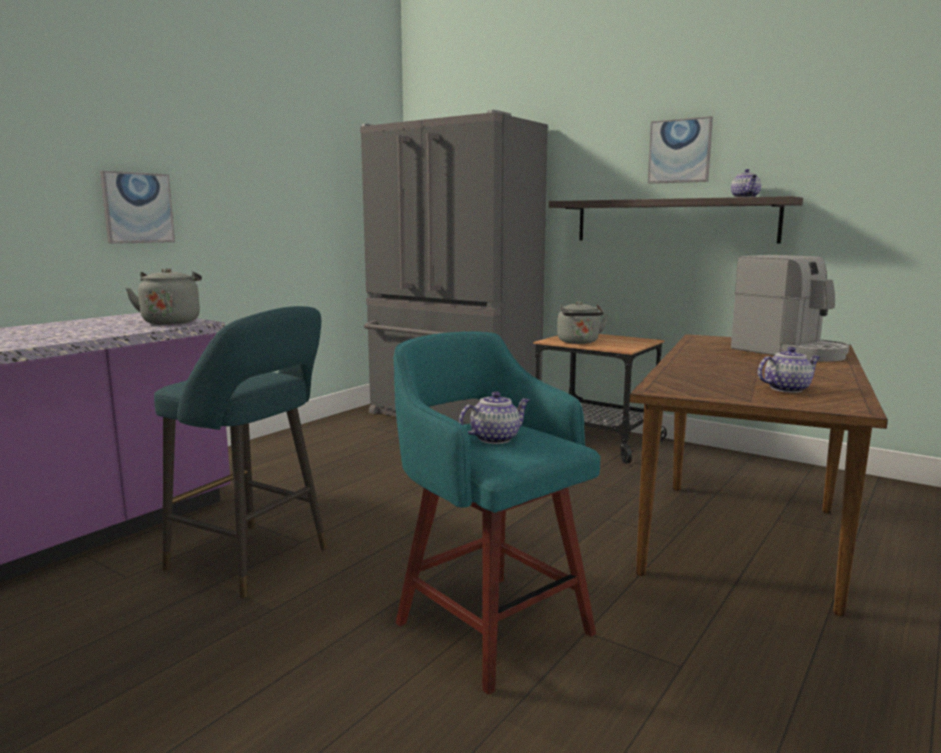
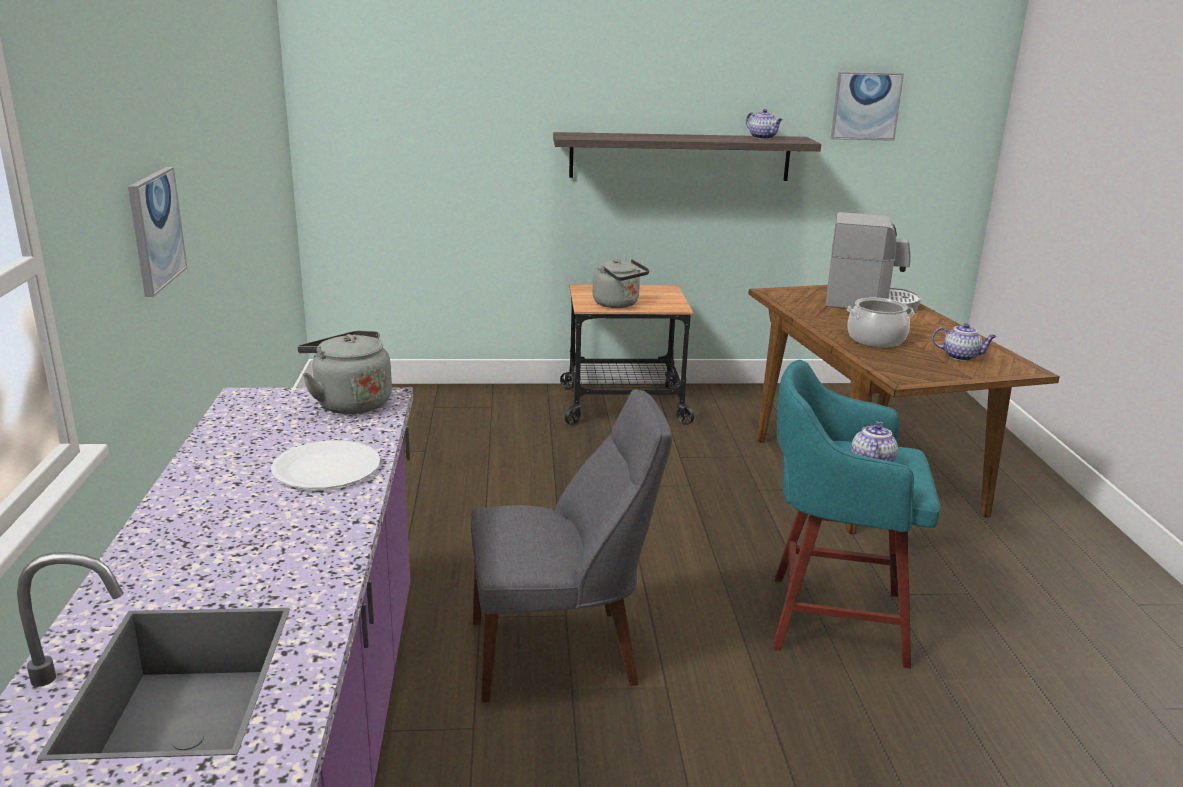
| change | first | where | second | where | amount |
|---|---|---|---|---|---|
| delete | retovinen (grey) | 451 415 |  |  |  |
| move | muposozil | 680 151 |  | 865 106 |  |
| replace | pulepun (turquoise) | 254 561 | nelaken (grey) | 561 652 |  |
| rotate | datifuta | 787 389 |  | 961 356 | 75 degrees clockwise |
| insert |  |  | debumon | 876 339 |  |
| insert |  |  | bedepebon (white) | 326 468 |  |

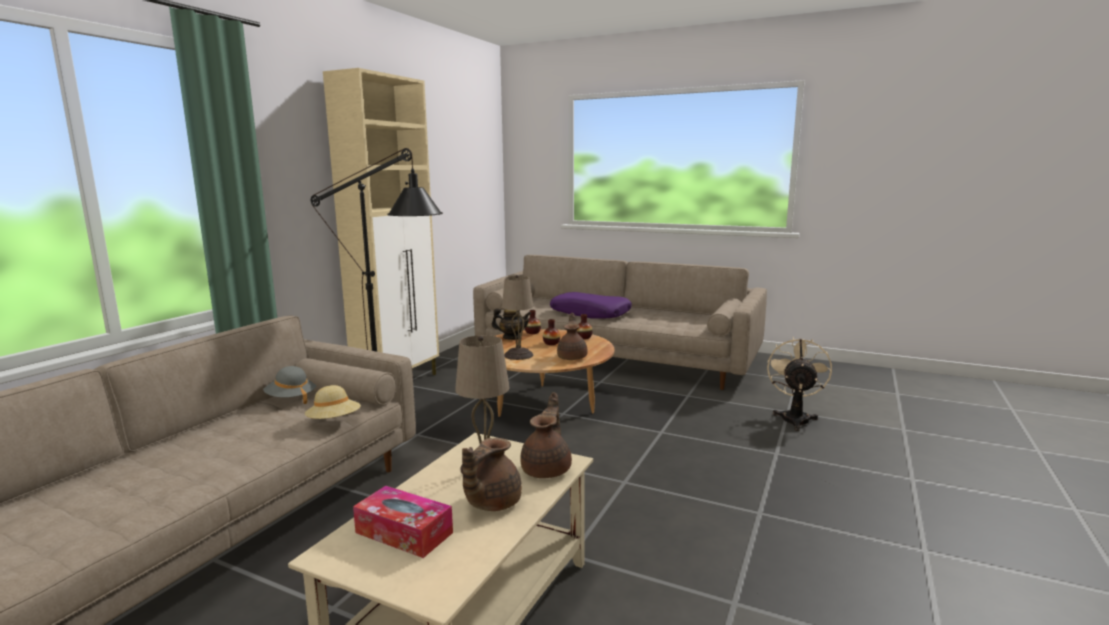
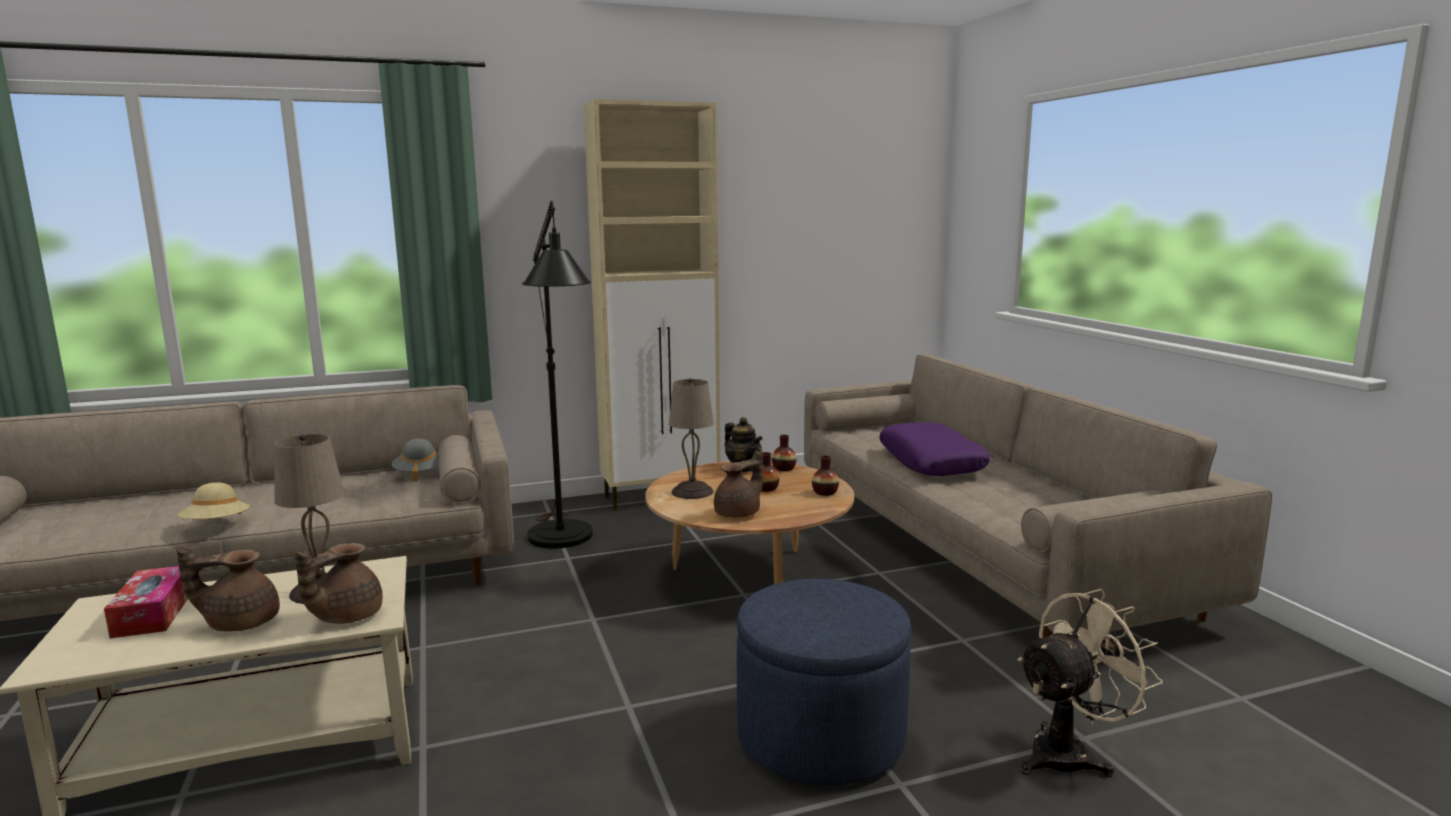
| change | first | where | second | where | amount |
|---|---|---|---|---|---|
| move | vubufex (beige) | 334 422 |  | 216 525 |  |
| rotate | datifuta (brown) | 547 469 |  | 345 616 | 150 degrees clockwise |
| insert |  |  | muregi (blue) | 820 736 |  |

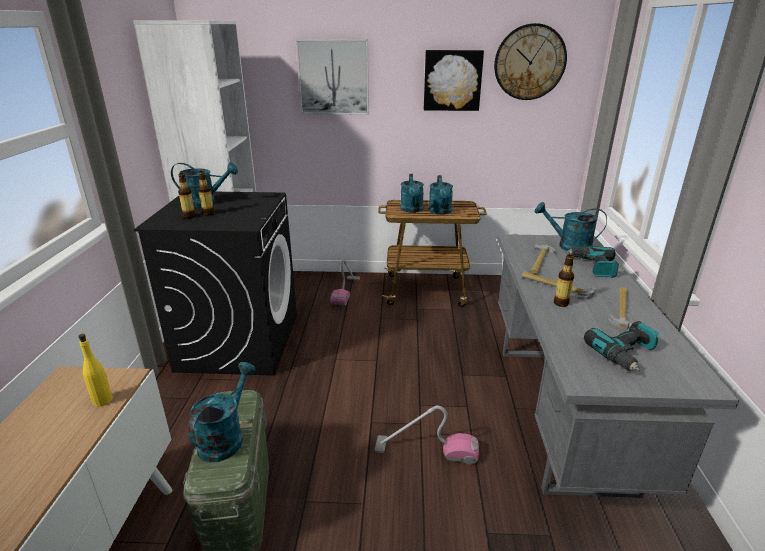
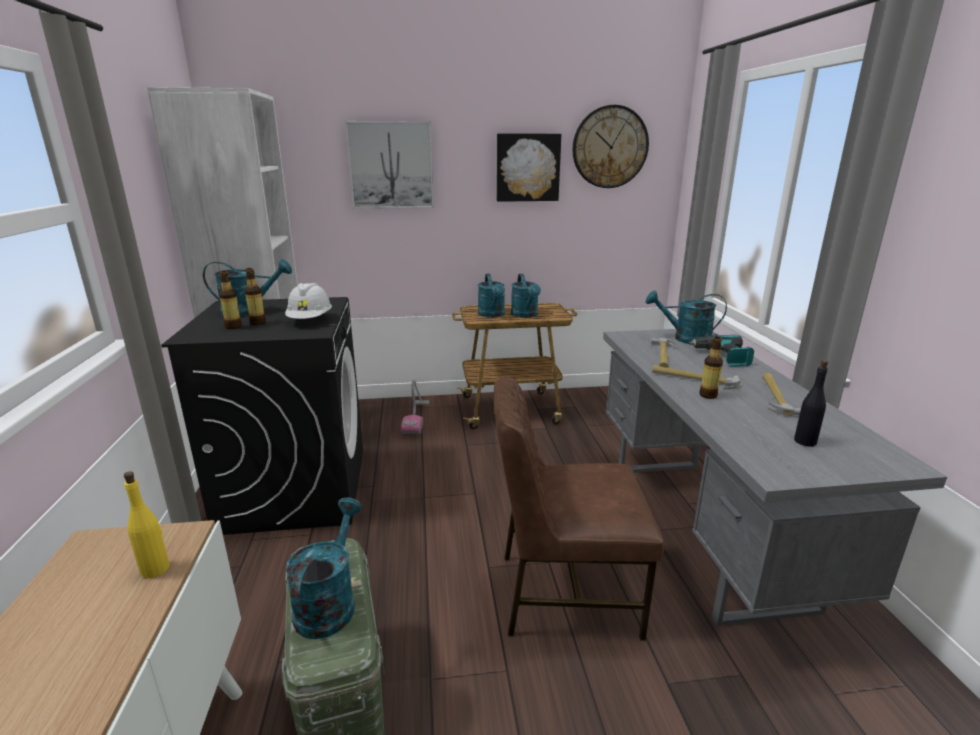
| change | first | where | second | where | amount |
|---|---|---|---|---|---|
| replace | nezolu | 625 354 | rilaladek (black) | 805 441 |  |
| replace | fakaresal | 426 450 | nelaken (brown) | 565 592 |  |
| insert |  |  | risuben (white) | 310 320 |  |

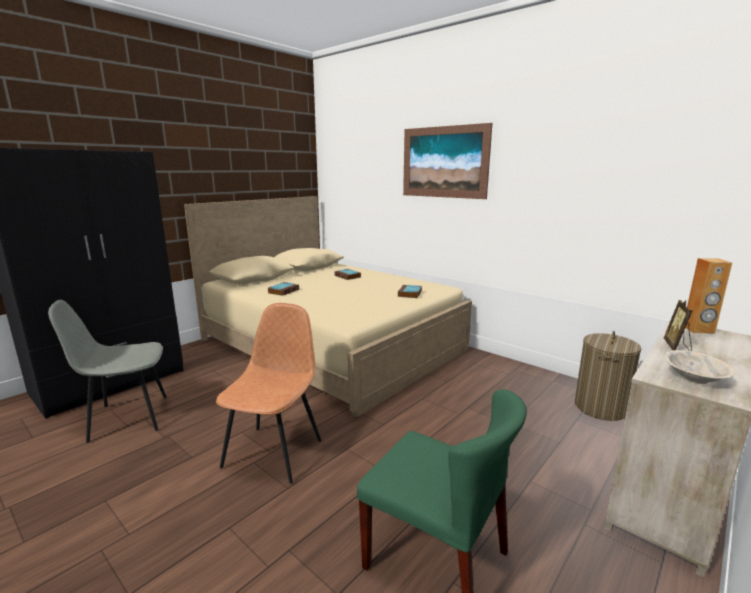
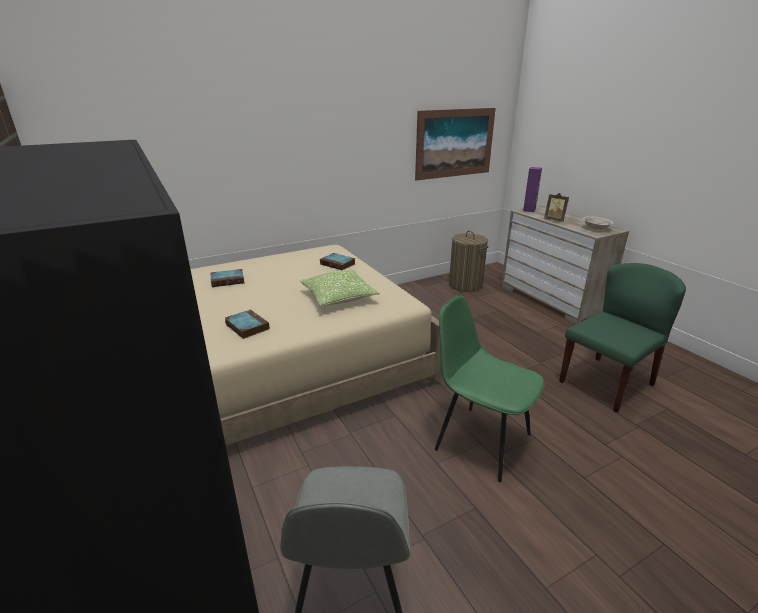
| change | first | where | second | where | amount |
|---|---|---|---|---|---|
| move | muposozil | 444 162 |  | 455 143 |  |
| recolor | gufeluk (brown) | 698 330 | gufeluk (purple) | 529 210 |  |
| recolor | nelaken (brown) | 274 452 | nelaken (green) | 480 440 |  |
| insert |  |  | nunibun | 338 297 |  |

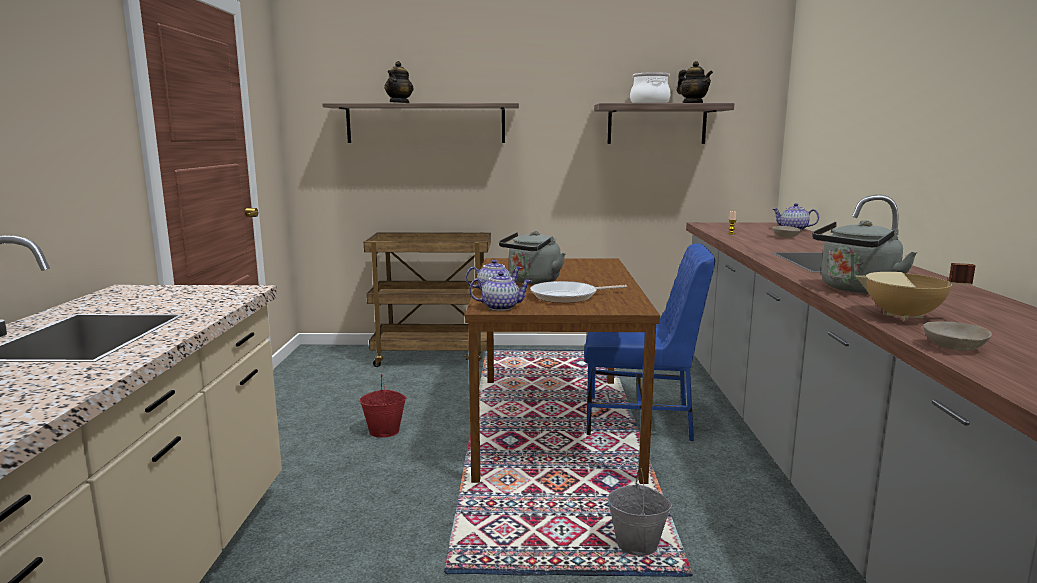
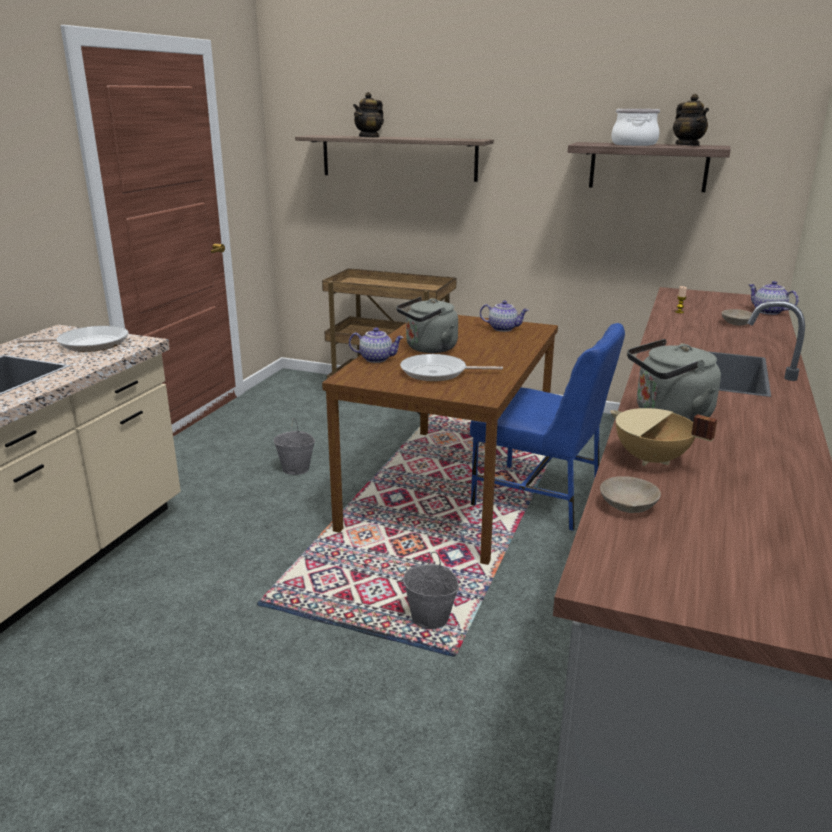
| change | first | where | second | where | amount |
|---|---|---|---|---|---|
| move | datifuta | 501 307 |  | 503 328 |  |
| recolor | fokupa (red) | 385 431 | fokupa (grey) | 296 469 |  |
| insert |  |  | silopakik | 89 344 |  |

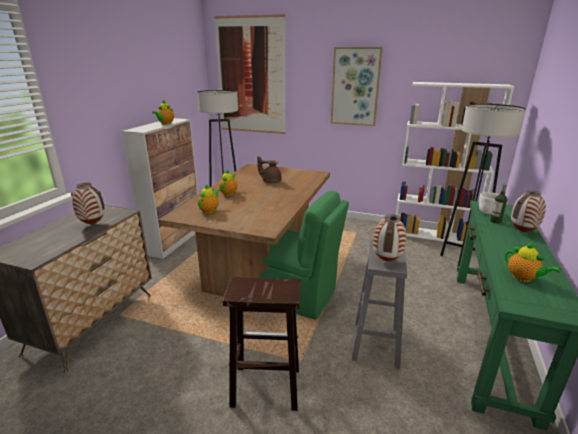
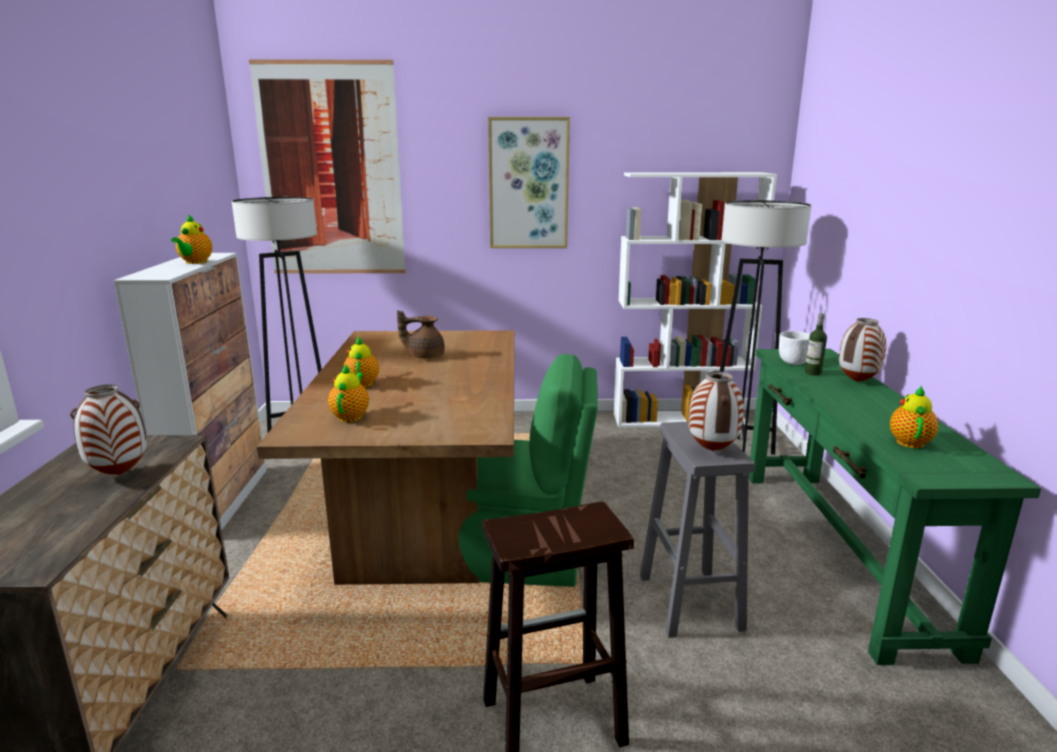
| change | first | where | second | where | amount |
|---|---|---|---|---|---|
| rotate | datifuta | 523 278 |  | 909 441 | 105 degrees counterclockwise |

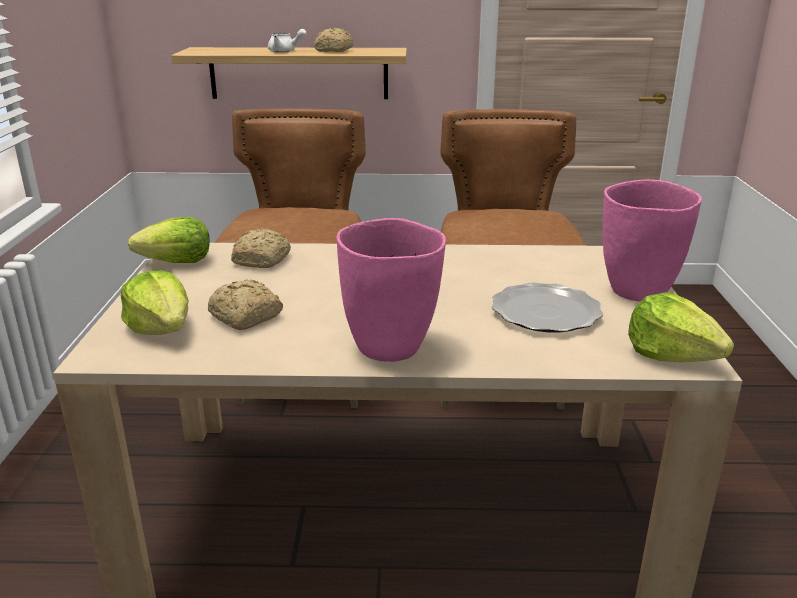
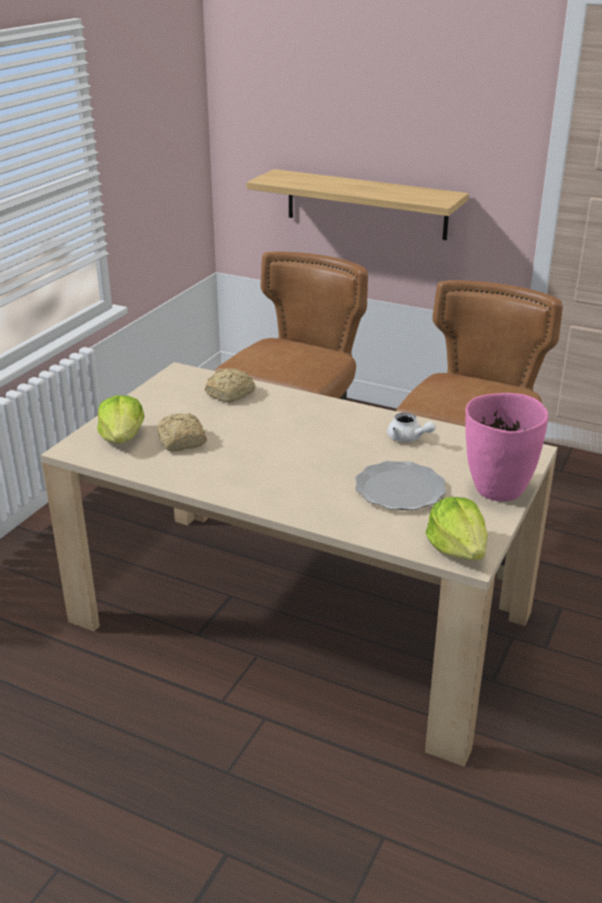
| change | first | where | second | where | amount |
|---|---|---|---|---|---|
| delete | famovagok | 333 50 |  |  |  |
| move | datifuta (white) | 285 51 |  | 408 438 |  |
| delete | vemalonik | 177 262 |  |  |  |
| delete | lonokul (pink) | 391 347 |  |  |  |

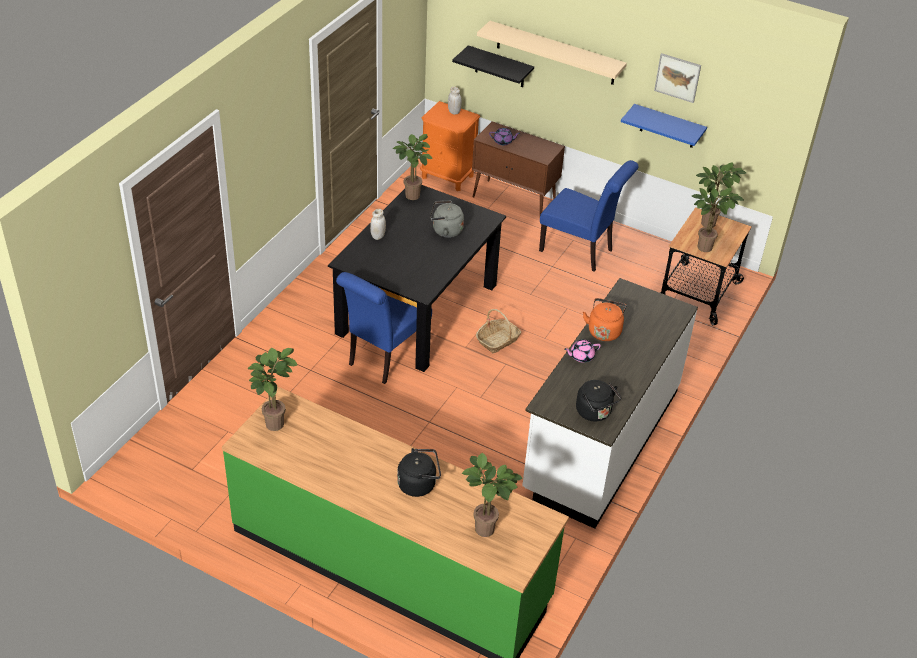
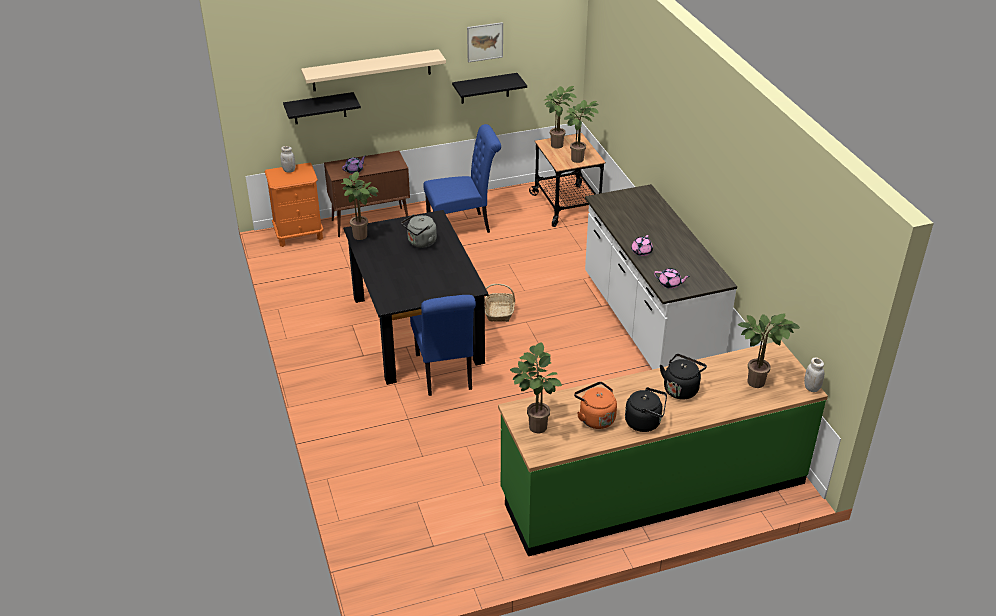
| change | first | where | second | where | amount |
|---|---|---|---|---|---|
| recolor | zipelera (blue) | 668 127 | zipelera (black) | 485 88 |  |
| move | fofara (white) | 378 236 |  | 811 388 |  |
| move | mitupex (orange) | 604 330 |  | 595 418 |  |
| move | mitupex (black) | 595 413 |  | 645 422 |  |
| insert |  |  | datifuta (pink) | 670 284 |  |

